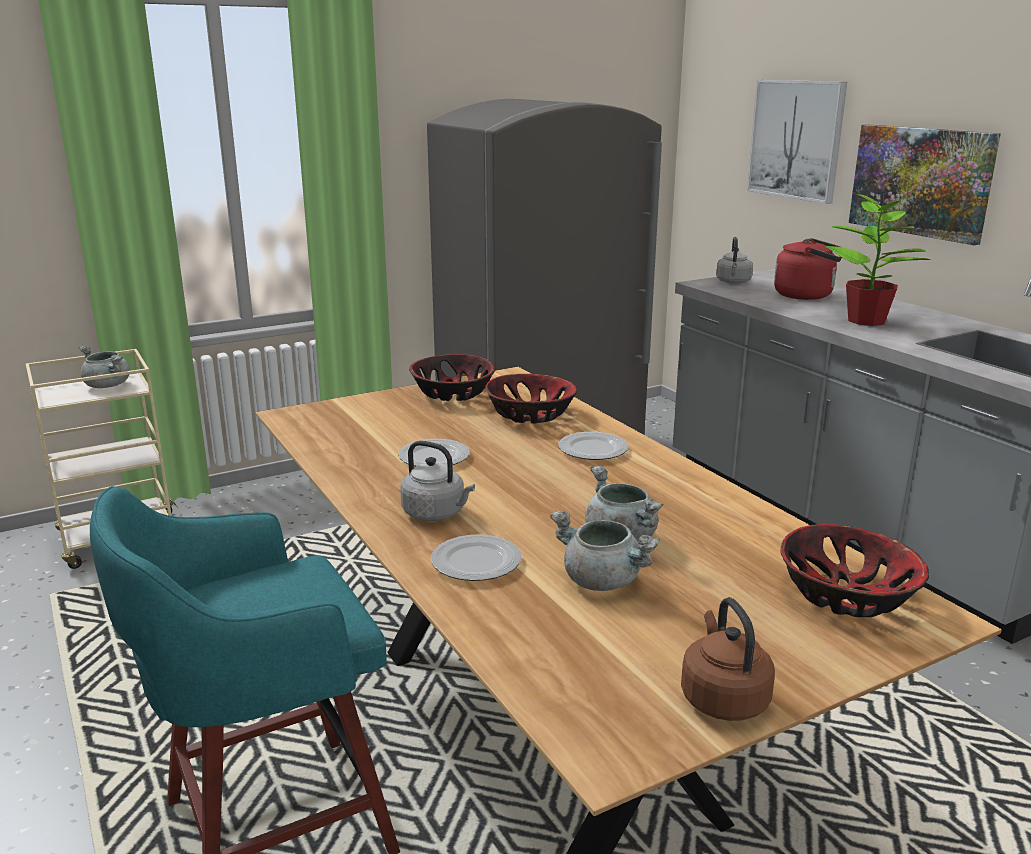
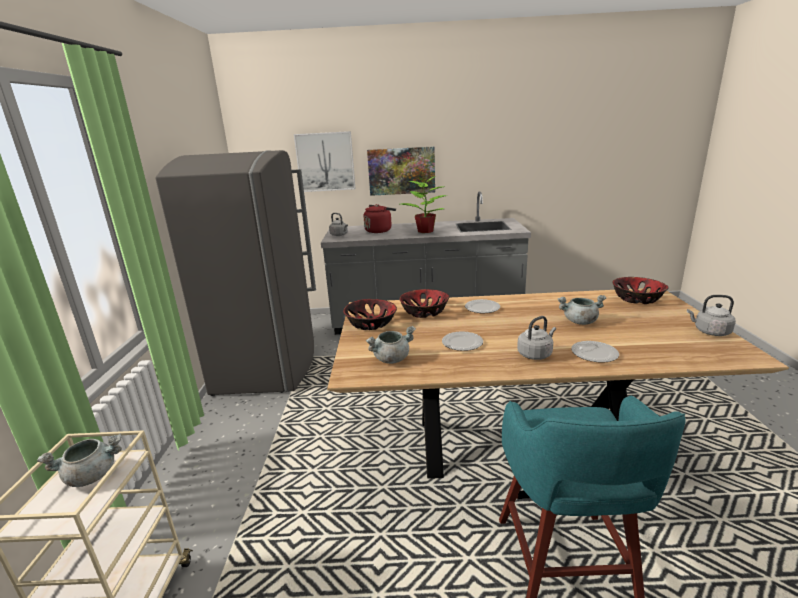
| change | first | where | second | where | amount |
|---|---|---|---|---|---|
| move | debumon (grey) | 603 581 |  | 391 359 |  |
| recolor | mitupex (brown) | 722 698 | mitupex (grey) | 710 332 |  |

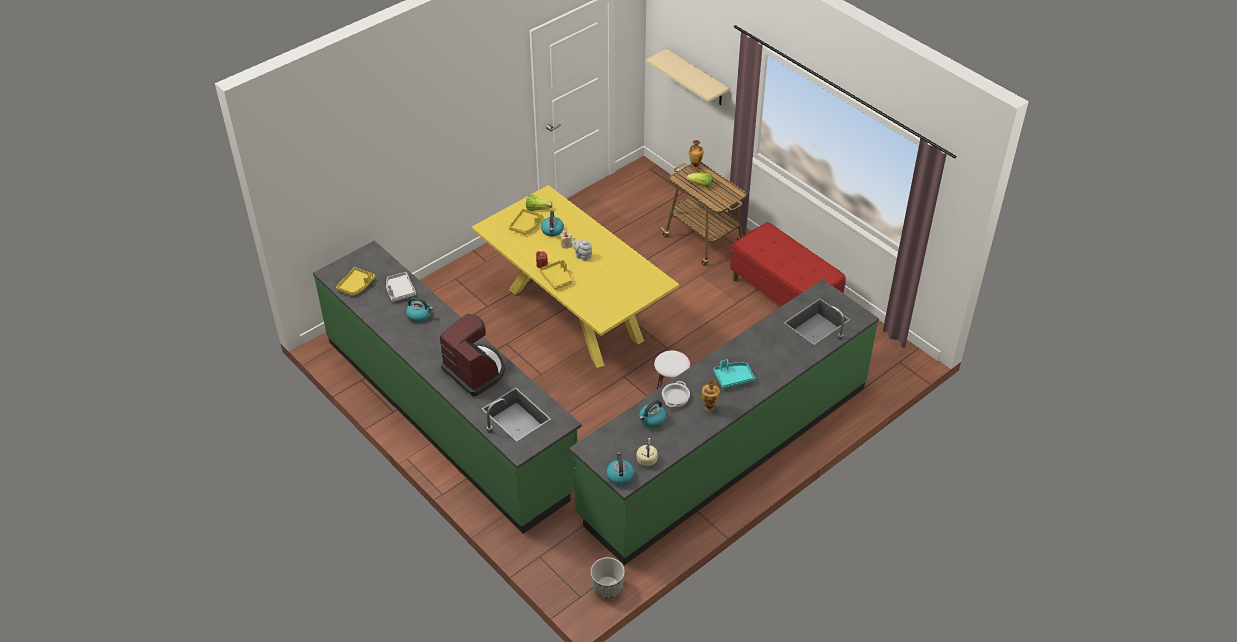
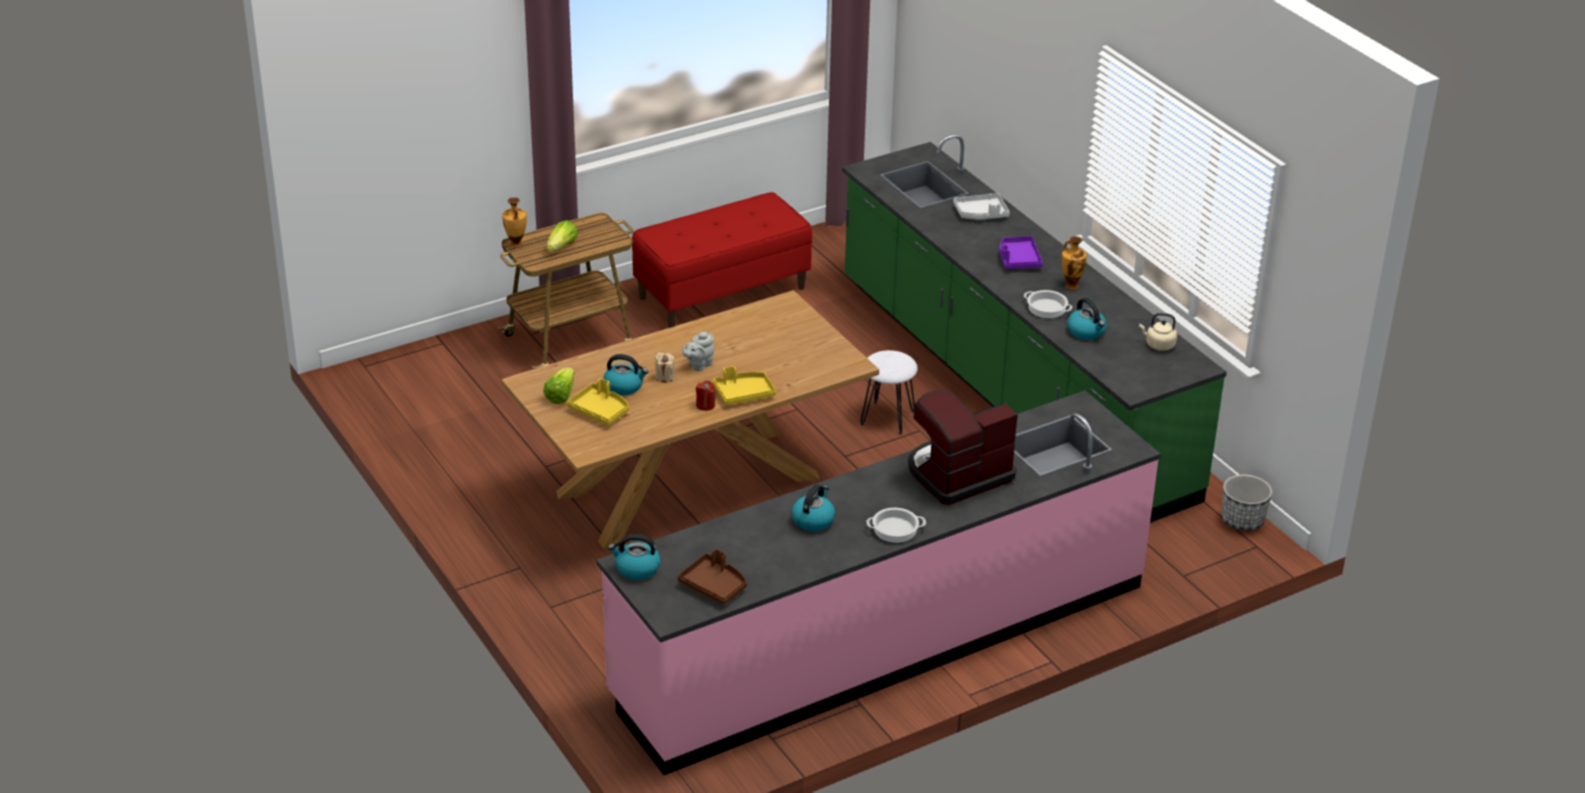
| change | first | where | second | where | amount |
|---|---|---|---|---|---|
| delete | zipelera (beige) | 696 78 |  |  |  |
| recolor | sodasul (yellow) | 575 314 | sodasul (brown) | 691 485 |  |
| recolor | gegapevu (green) | 449 414 | gegapevu (pink) | 881 640 |  |
| recolor | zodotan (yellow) | 356 285 | zodotan (brown) | 714 586 |  |
| move | zodotan (grey) | 399 290 |  | 981 214 |  |
| recolor | zodotan (turquoise) | 733 378 | zodotan (purple) | 1018 259 |  |
| move | mitupex | 620 475 |  | 636 569 |  |
| insert |  |  | debumon | 895 530 |  |

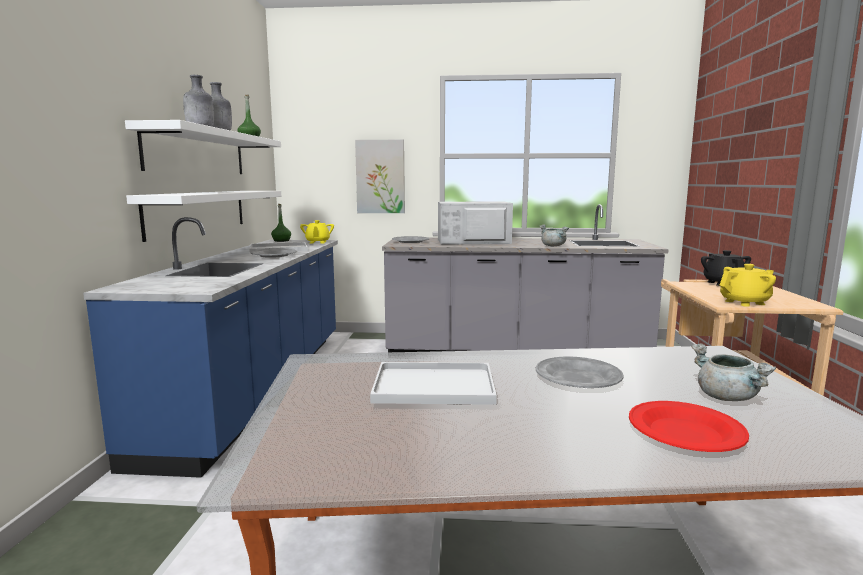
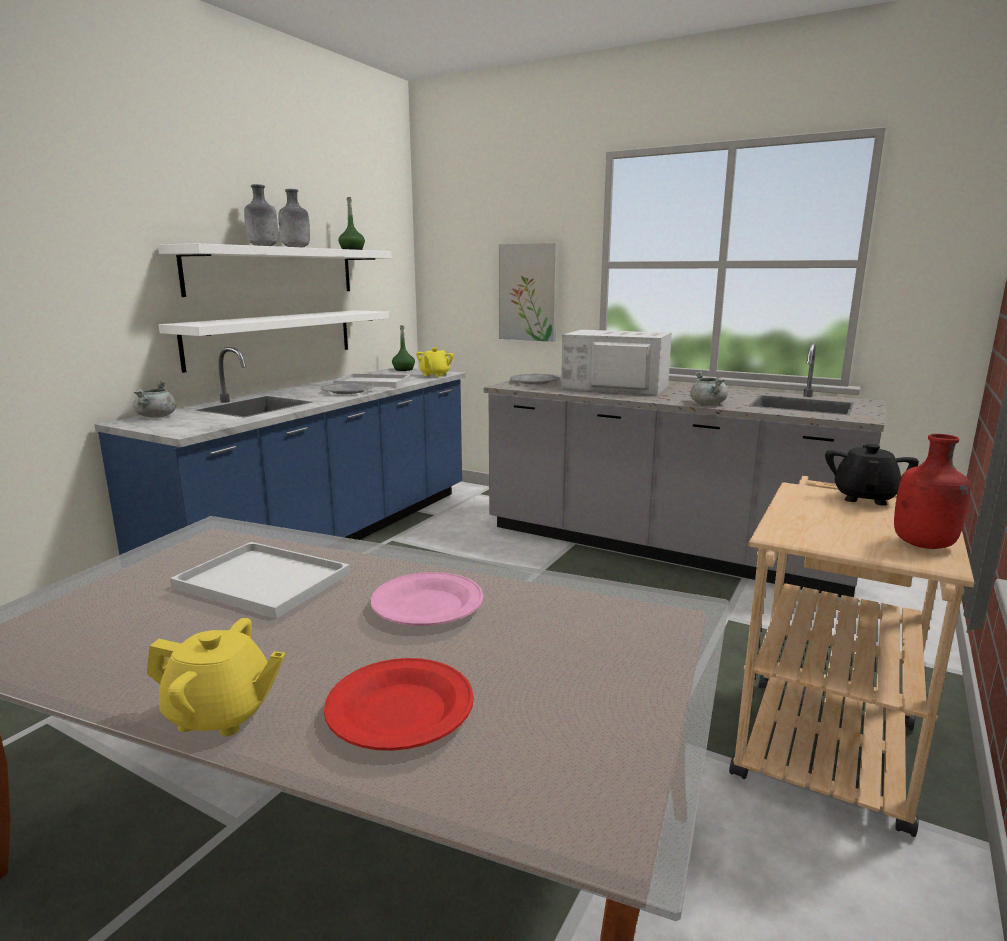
| change | first | where | second | where | amount |
|---|---|---|---|---|---|
| move | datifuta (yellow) | 745 302 |  | 221 714 |  |
| move | debumon (grey) | 727 398 |  | 156 417 |  |
| recolor | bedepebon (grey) | 577 377 | bedepebon (pink) | 428 605 |  |
| insert |  |  | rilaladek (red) | 924 545 |  |

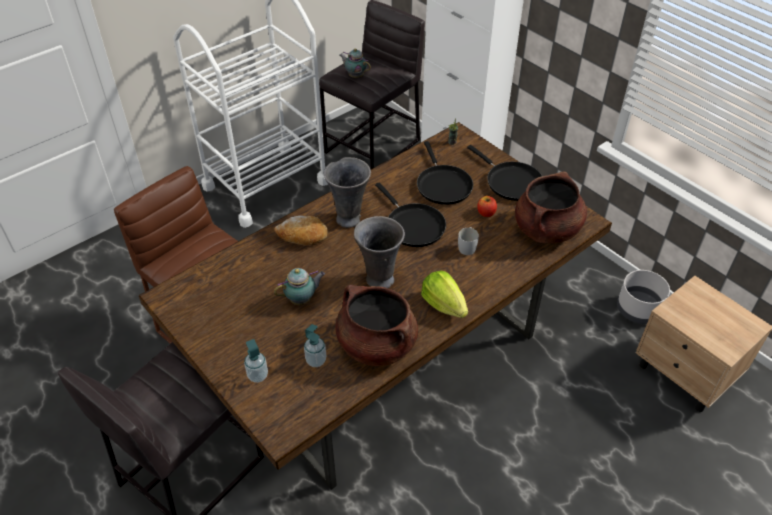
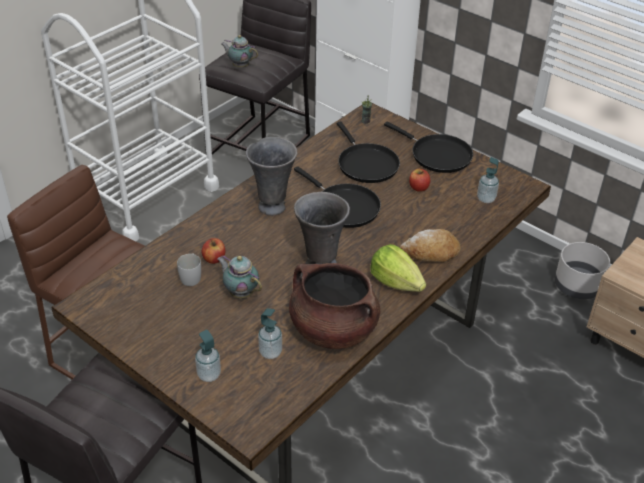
| change | first | where | second | where | amount |
|---|---|---|---|---|---|
| replace | debumon (brown) | 546 230 | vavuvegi | 486 199 |  |
| move | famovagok | 302 236 |  | 430 253 |  |
| move | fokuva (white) | 467 246 |  | 191 276 |  |
| rotate | datifuta | 302 299 |  | 240 292 | 105 degrees counterclockwise |
| insert |  |  | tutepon | 214 259 |  |

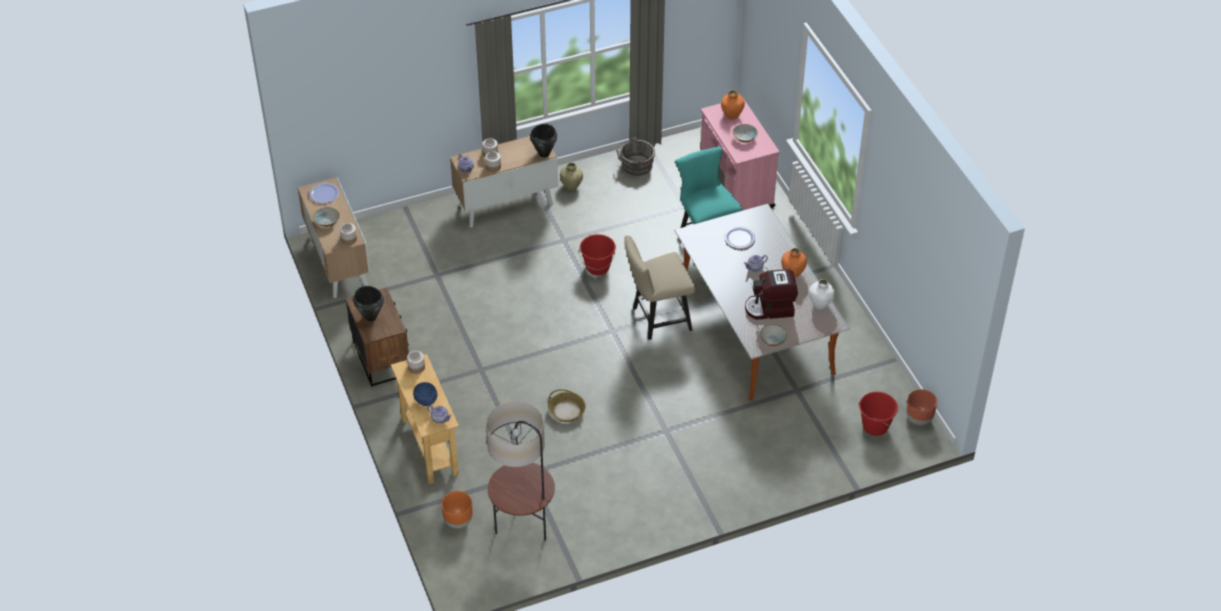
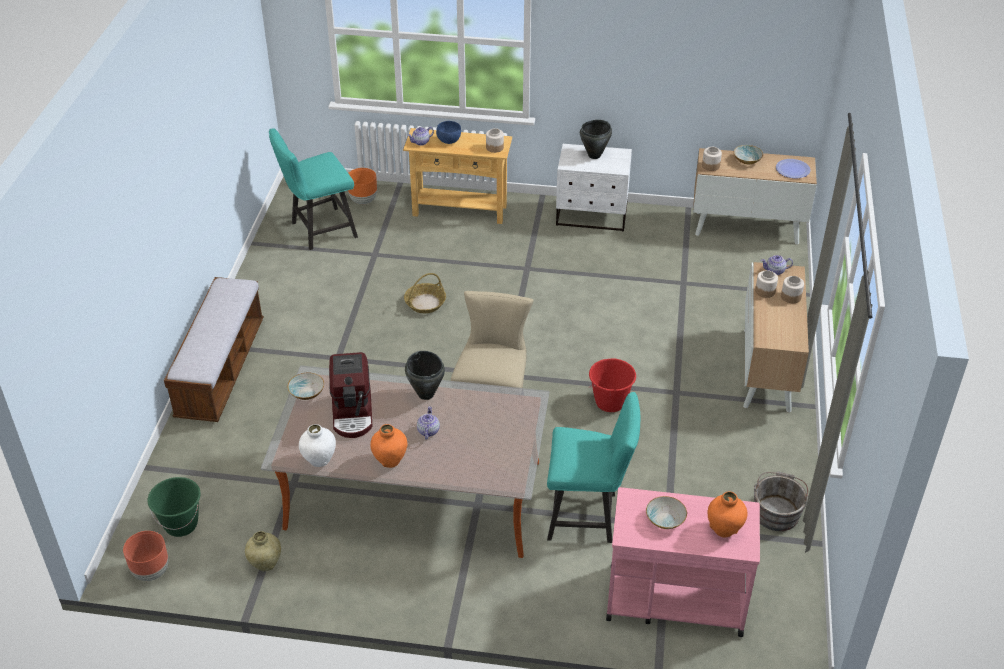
| change | first | where | second | where | amount |
|---|---|---|---|---|---|
| move | debumon (black) | 543 153 |  | 426 394 |  |
| move | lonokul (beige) | 571 186 |  | 265 564 |  |
| delete | bedepebon | 739 238 |  |  |  |
| rotate | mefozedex | 770 309 |  | 353 413 | 150 degrees clockwise |
| recolor | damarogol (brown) | 382 358 | damarogol (white) | 592 216 |  |
| recolor | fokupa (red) | 875 427 | fokupa (green) | 181 524 |  |
| replace | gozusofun | 523 528 | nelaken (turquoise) | 319 231 |  |
| insert |  |  | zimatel | 221 369 |  |

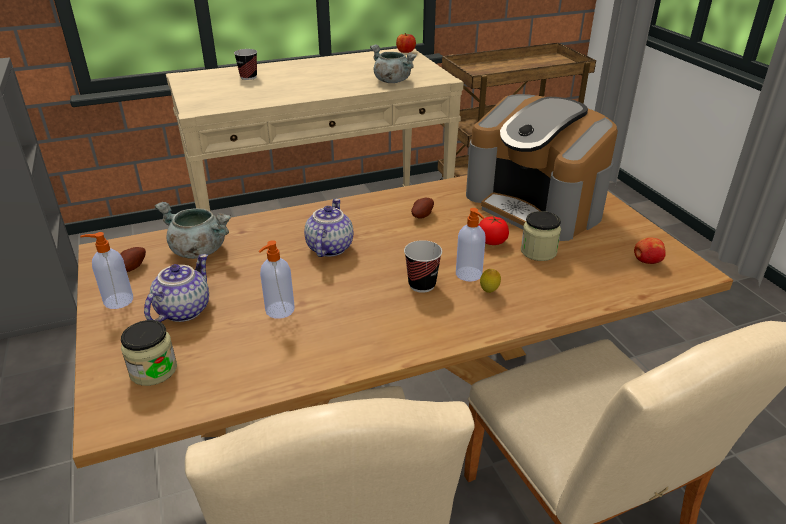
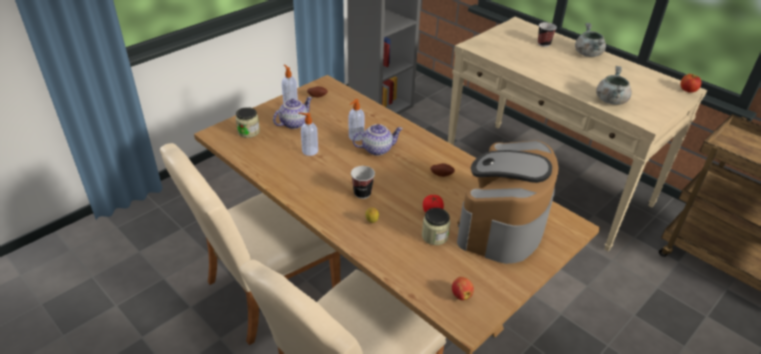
| change | first | where | second | where | amount |
|---|---|---|---|---|---|
| move | debumon (grey) | 198 251 |  | 587 54 |  |
| move | vavuvegi | 469 274 |  | 356 137 |  |
| rotate | datifuta | 183 310 |  | 293 123 | 45 degrees counterclockwise |

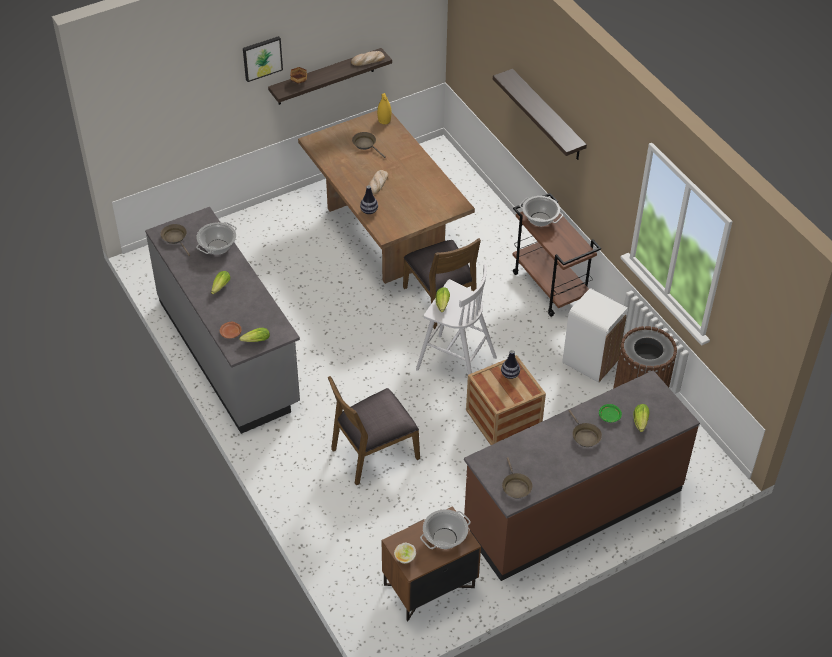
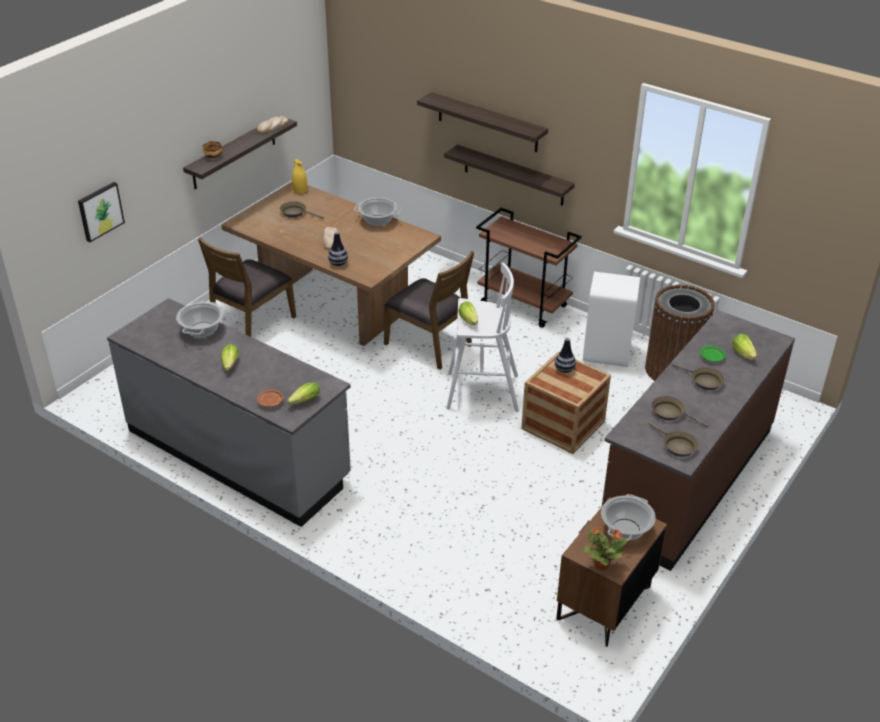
| change | first | where | second | where | amount |
|---|---|---|---|---|---|
| move | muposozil | 262 58 |  | 100 211 |  |
| move | debumon | 539 219 |  | 377 221 |  |
| move | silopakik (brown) | 175 238 |  | 670 413 |  |
| move | nelaken (brown) | 374 452 |  | 252 324 |  |
| replace | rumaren | 405 559 | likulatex | 601 564 |  |
| insert |  |  | zipelera | 513 175 |  |

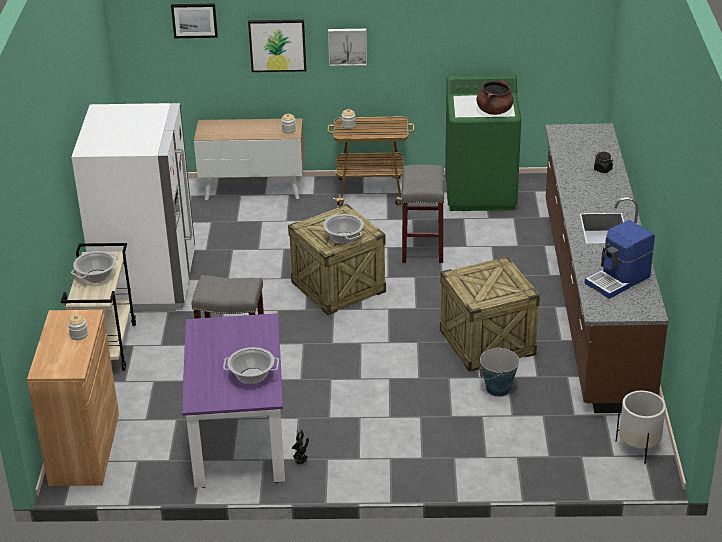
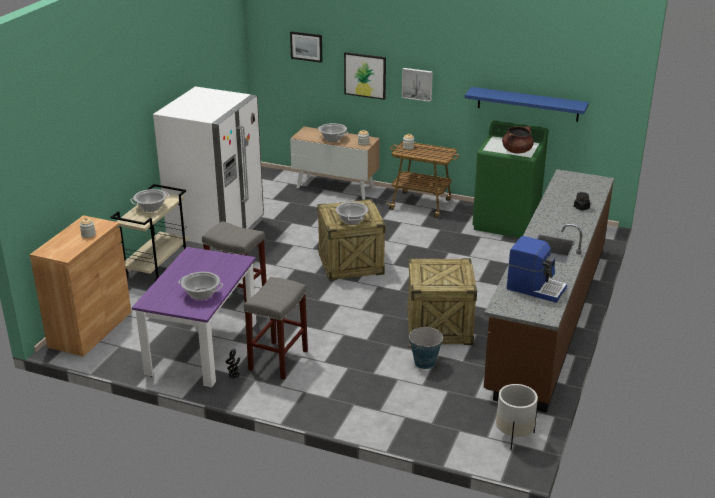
| change | first | where | second | where | amount |
|---|---|---|---|---|---|
| move | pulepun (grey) | 423 248 |  | 278 360 |  |
| rotate | mefozedex | 618 280 |  | 535 288 | 135 degrees counterclockwise |
| insert |  |  | zipelera (blue) | 528 104 |  |
| insert |  |  | debumon | 332 139 |  |

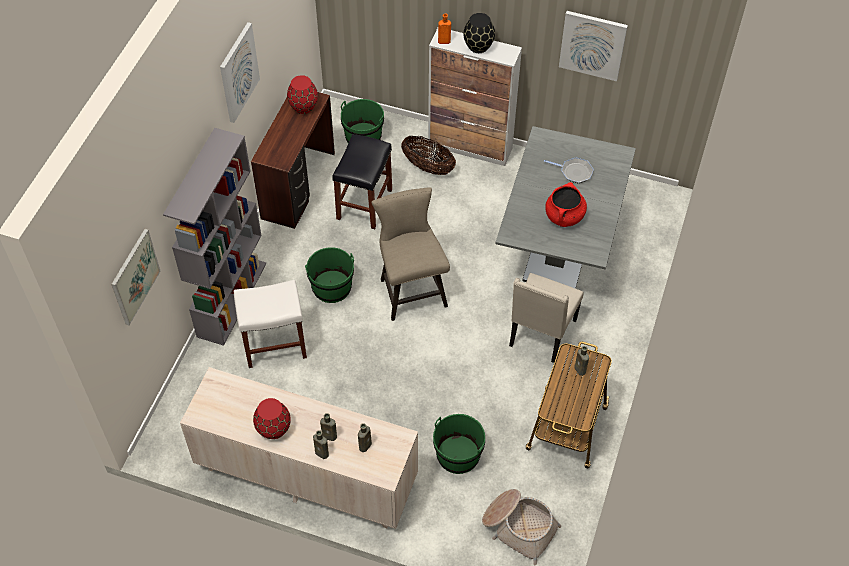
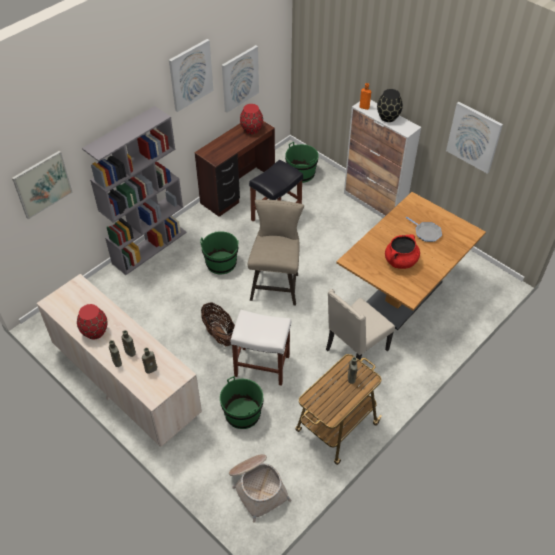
| change | first | where | second | where | amount |
|---|---|---|---|---|---|
| recolor | sodasul (grey) | 558 249 | sodasul (brown) | 402 294 |  |
| move | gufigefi | 428 167 |  | 220 334 |  |
| move | pulepun (white) | 274 345 |  | 261 366 |  |
| insert |  |  | muposozil | 239 78 |  |

